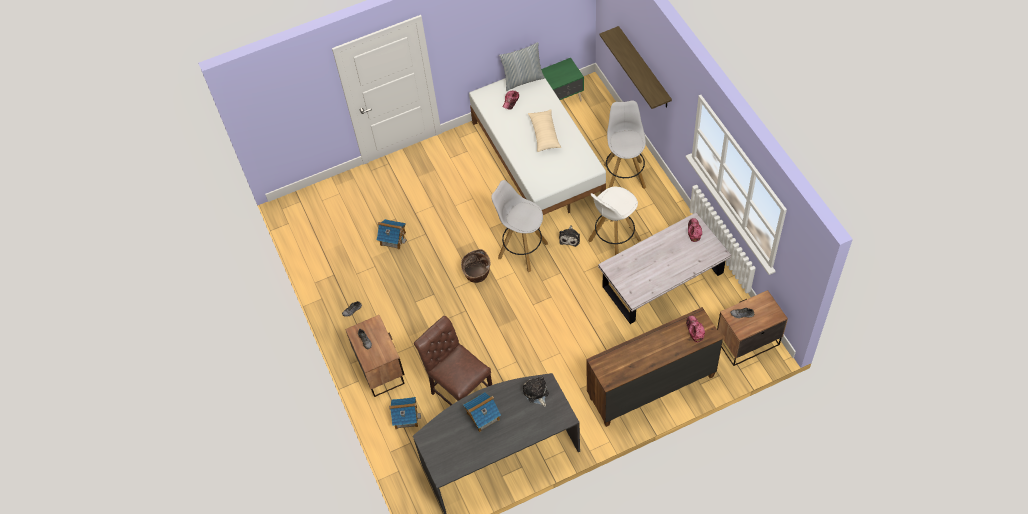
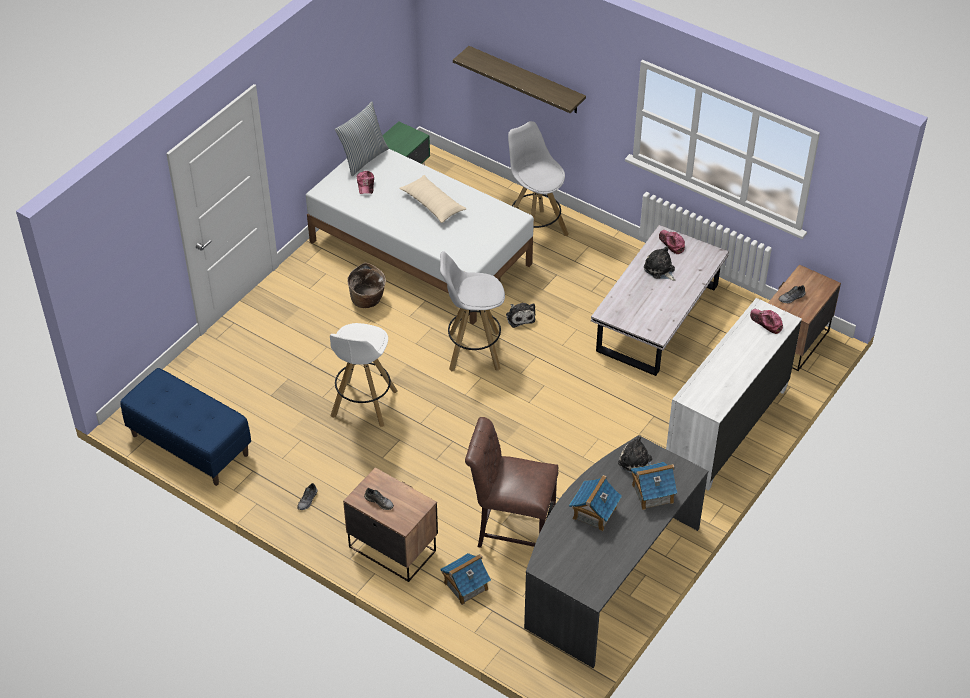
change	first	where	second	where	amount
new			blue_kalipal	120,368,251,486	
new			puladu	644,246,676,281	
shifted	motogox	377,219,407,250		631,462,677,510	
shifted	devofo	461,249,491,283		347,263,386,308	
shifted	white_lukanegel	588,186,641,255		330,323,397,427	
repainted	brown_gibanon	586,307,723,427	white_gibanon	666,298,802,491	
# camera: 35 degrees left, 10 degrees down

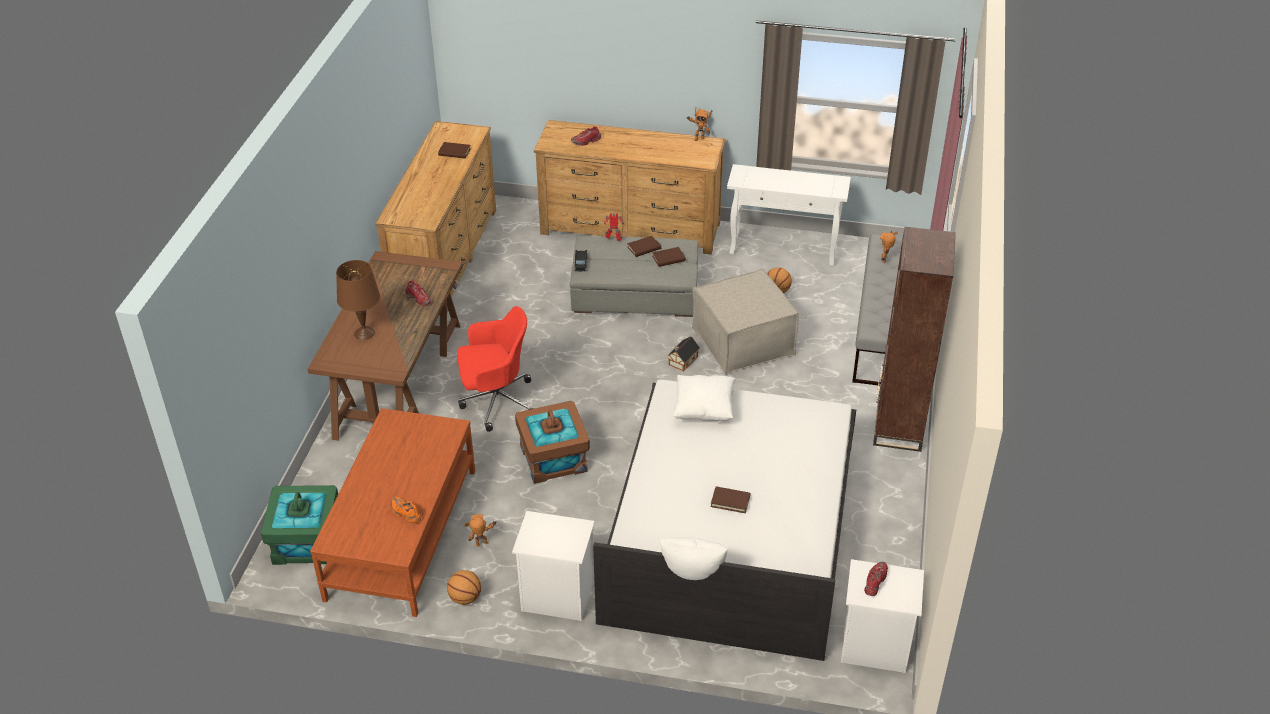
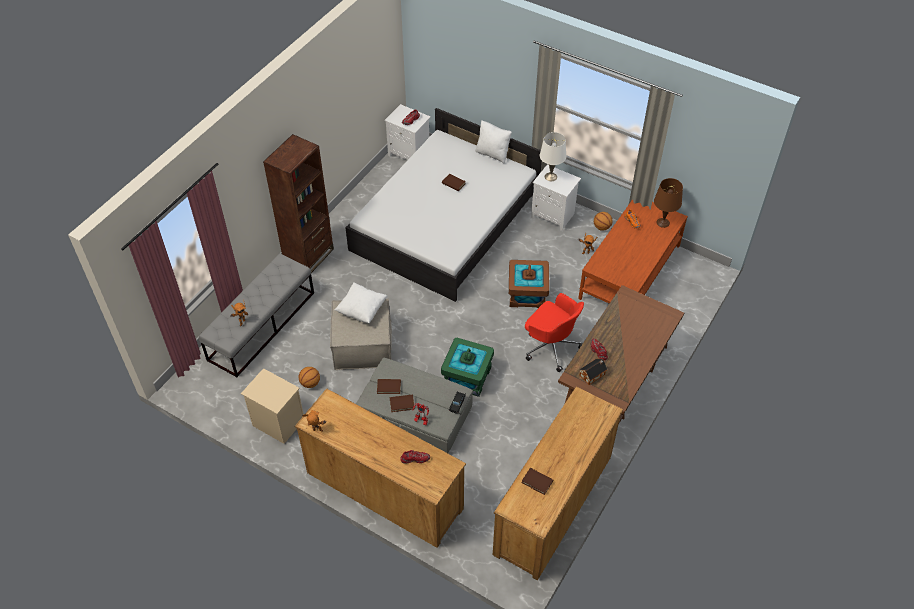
change	first	where	second	where	amount
new			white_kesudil	540,132,567,181	
shifted	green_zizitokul	261,485,338,565		441,337,494,397	
shifted	brown_kesudil	336,260,380,340		654,178,683,228	
shifted	motogox	667,336,700,371		579,358,608,385	
shifted	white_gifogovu	673,375,736,421		334,283,387,323	
swapped	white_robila	727,164,851,267	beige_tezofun	241,368,304,444	
rotated	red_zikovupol	457,306,534,432		525,293,584,372	150 degrees counterclockwise
# camera: 160 degrees left, 10 degrees up

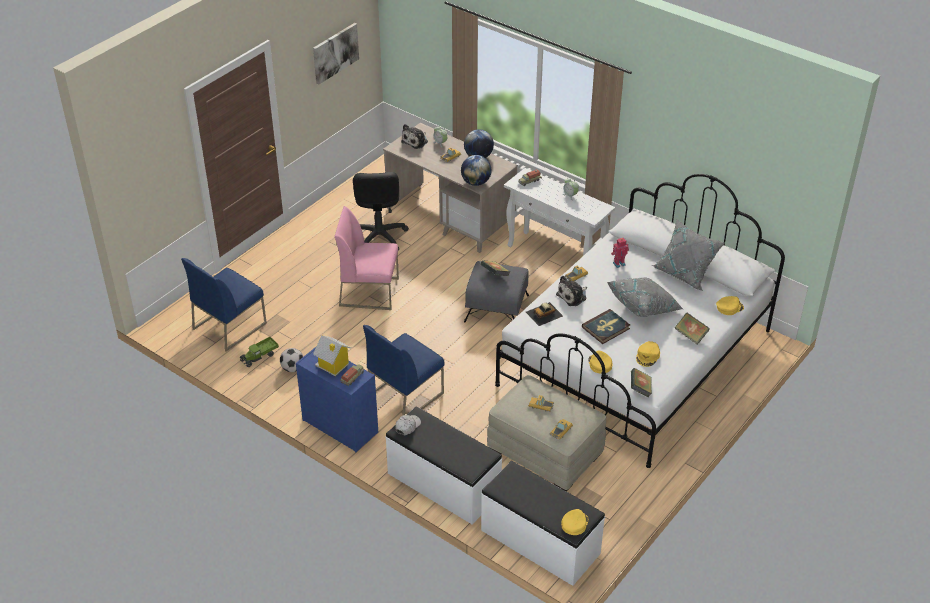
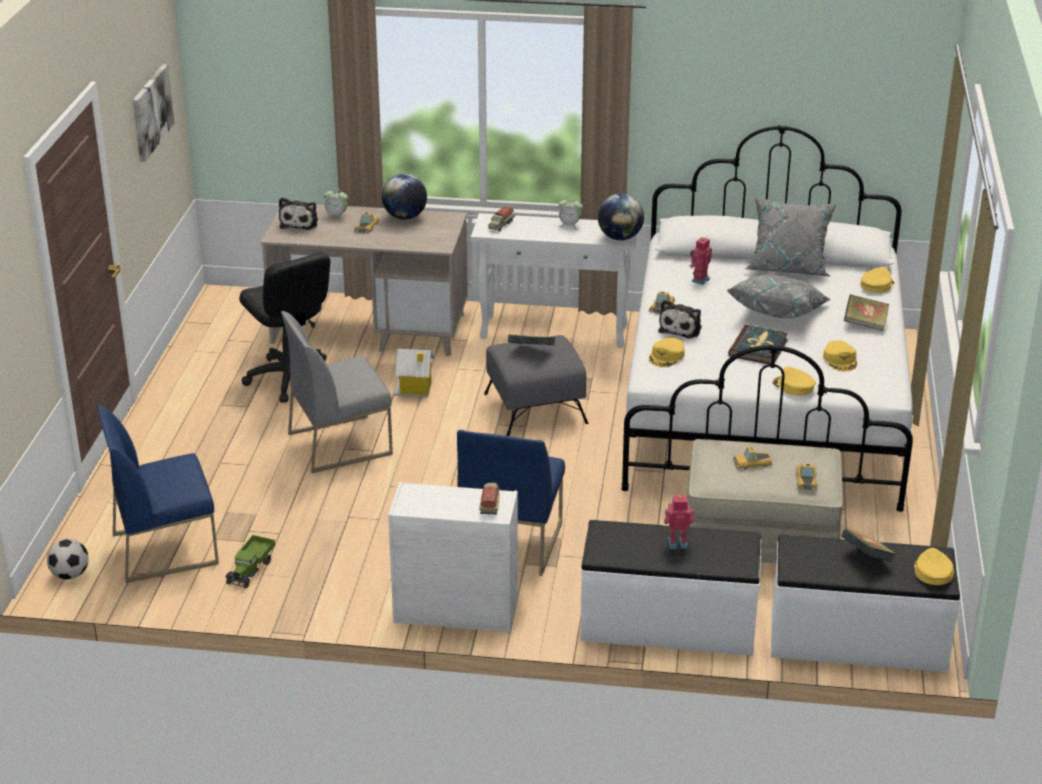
change	first	where	second	where	amount
gone	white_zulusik	396,415,421,435			
new			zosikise	664,495,694,549	
shifted	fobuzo	280,348,304,372		47,539,89,579	
shifted	motogox	313,335,352,376		394,349,434,398	
shifted	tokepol	461,155,492,186		598,194,644,240	
shifted	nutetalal	631,368,652,398		841,529,897,562	
swapped	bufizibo	526,302,563,326	yellow_zulusik	649,338,685,368	
repainted	blue_gibanon	296,347,378,452	white_gibanon	388,482,518,633	
repainted	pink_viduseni	335,206,399,310	grey_viduseni	281,311,393,473	
rotated	blue_viduseni	181,258,267,352		97,405,219,583	60 degrees clockwise
# camera: 30 degrees left, 10 degrees down

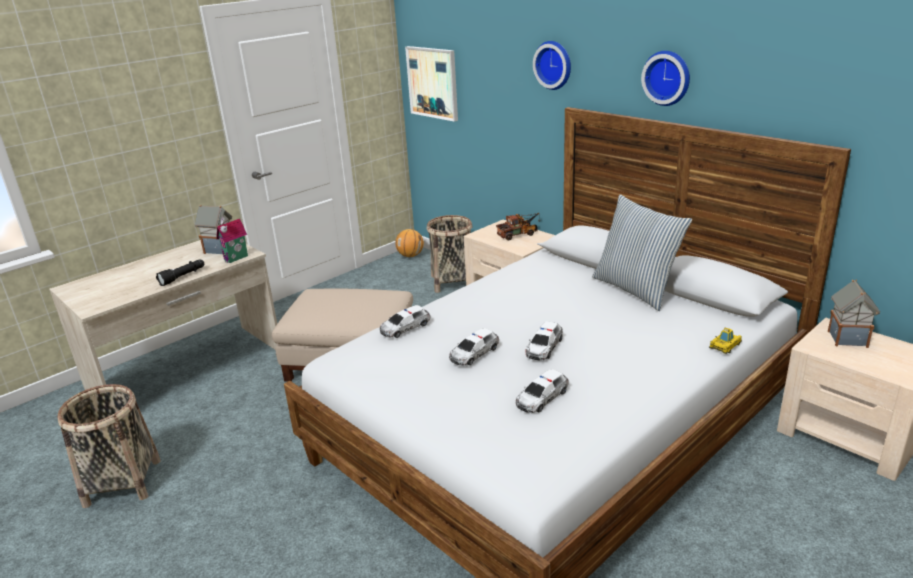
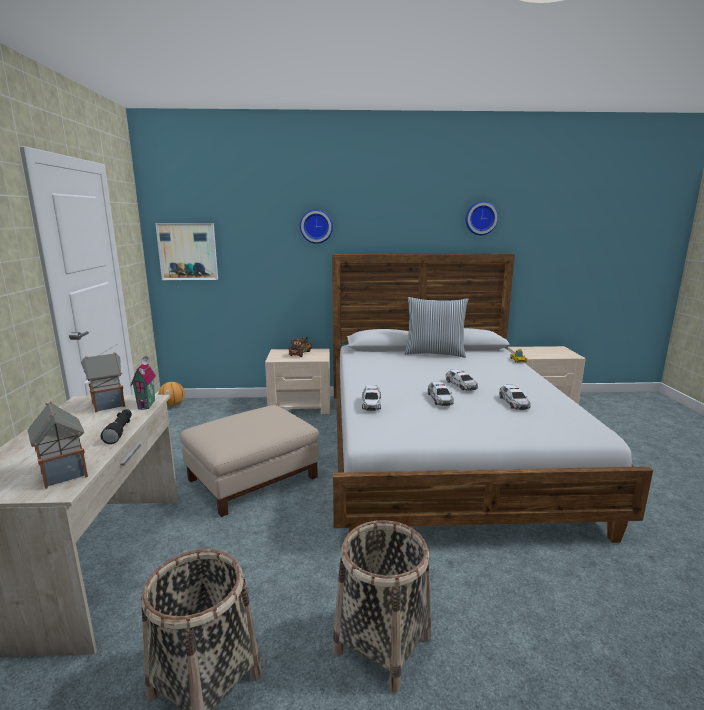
change	first	where	second	where	amount
shifted	devofo	427,215,472,293		333,520,431,693	
shifted	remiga	641,51,690,106		466,201,498,235	
shifted	motogox	828,280,880,348		28,402,88,489	
# camera: 50 degrees left, 10 degrees down

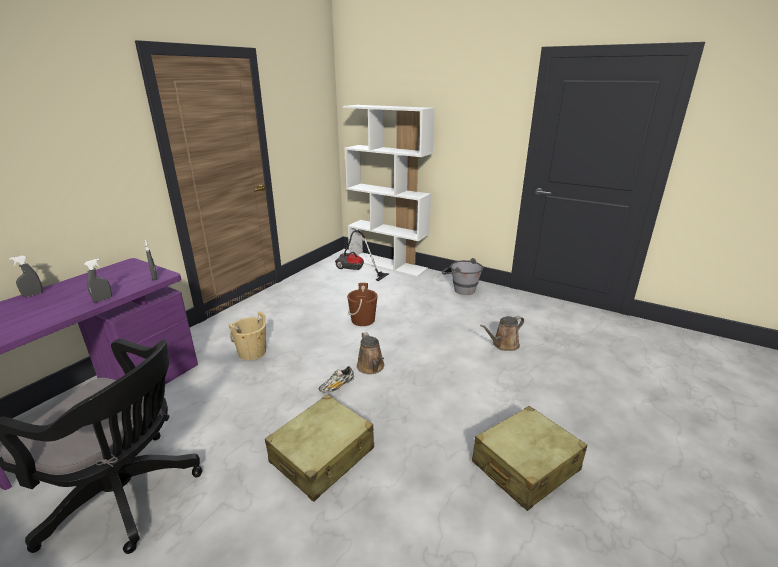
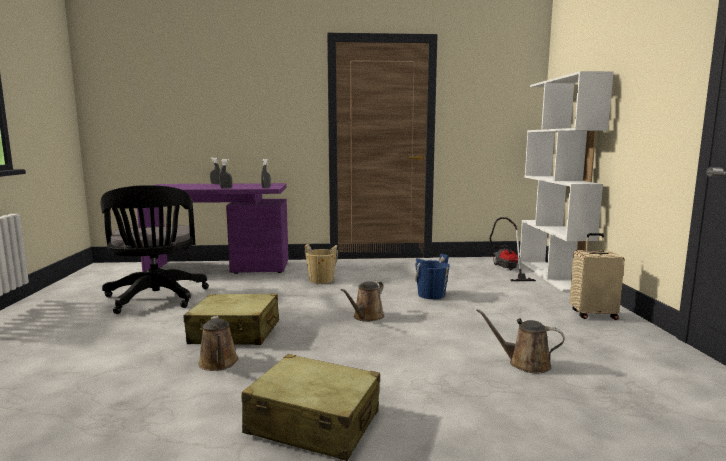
change	first	where	second	where	amount
gone	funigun	319,366,354,392			
new			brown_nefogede	198,316,238,371	
swapped	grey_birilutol	442,258,483,295	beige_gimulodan	569,233,625,320	
repainted	brown_birilutol	347,283,378,326	blue_birilutol	415,254,450,299	
# camera: 55 degrees right, 15 degrees down

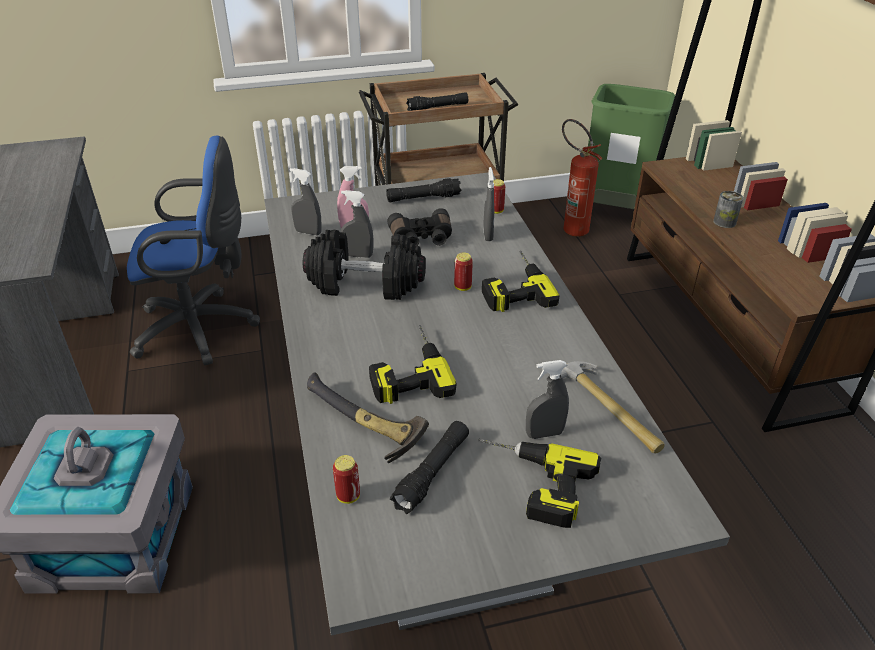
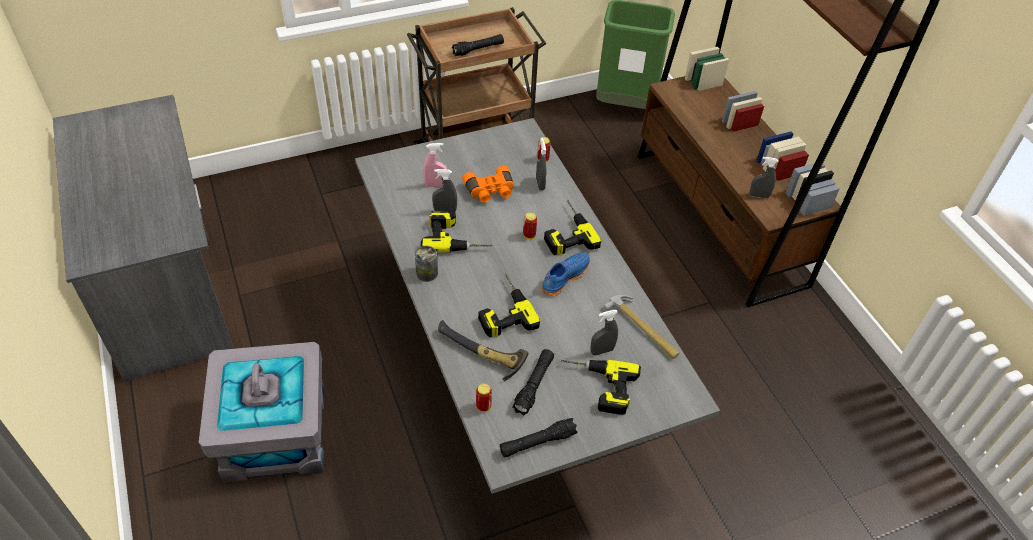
change	first	where	second	where	amount
gone	blue_zikovupol	127,136,260,365			
gone	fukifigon	562,119,603,237			
new			blue_funigun	542,252,590,296	
shifted	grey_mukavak	290,168,322,235		750,157,778,198	
shifted	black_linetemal	386,178,461,202		500,418,578,458	
shifted	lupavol	713,191,743,228		415,246,438,282	
swapped	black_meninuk	303,230,426,300	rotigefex	420,211,492,252	
repainted	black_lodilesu	387,208,452,246	orange_lodilesu	462,165,514,203	
# camera: 10 degrees left, 10 degrees up

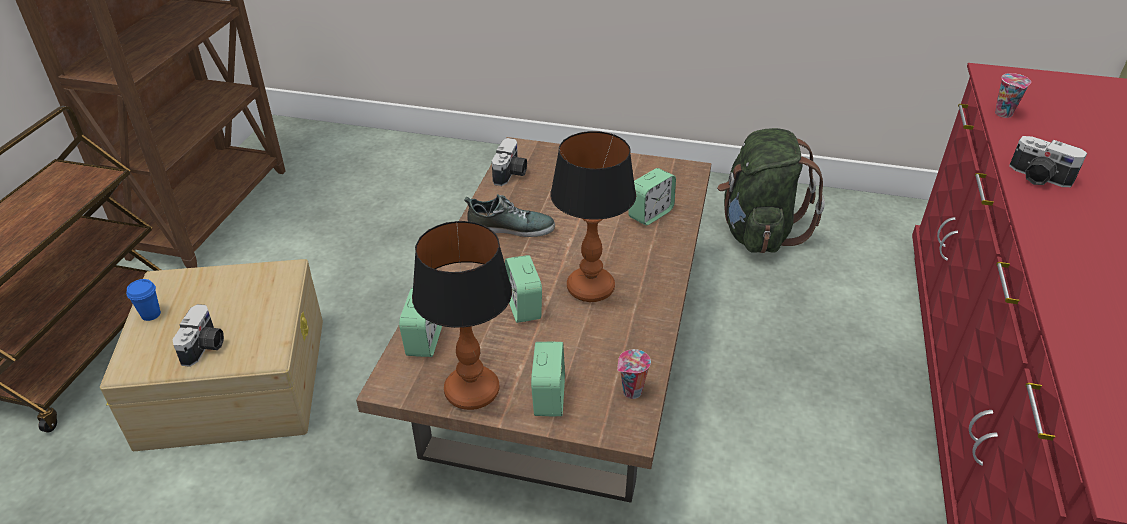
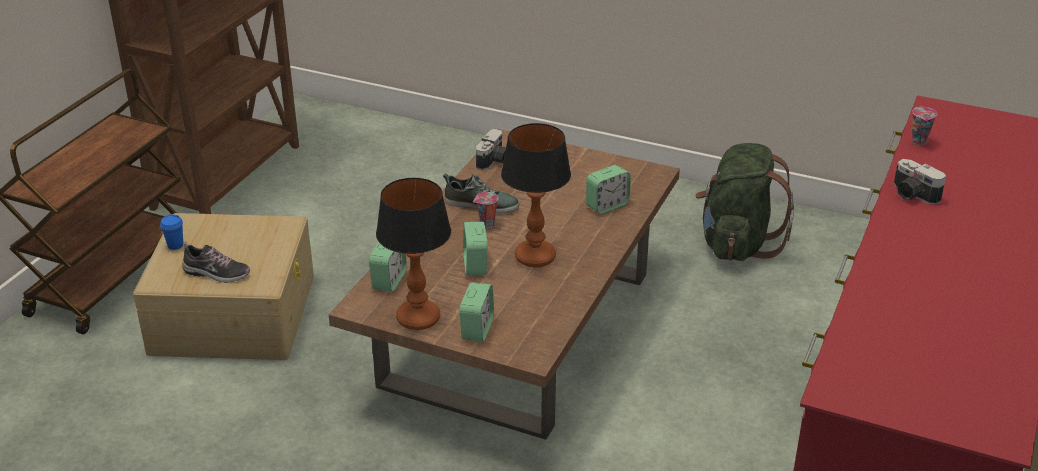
change	first	where	second	where	amount
shifted	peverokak	617,349,651,399		473,192,498,228	
swapped	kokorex	172,304,224,367	funigun	182,243,250,283	
# camera: 10 degrees right, 5 degrees down

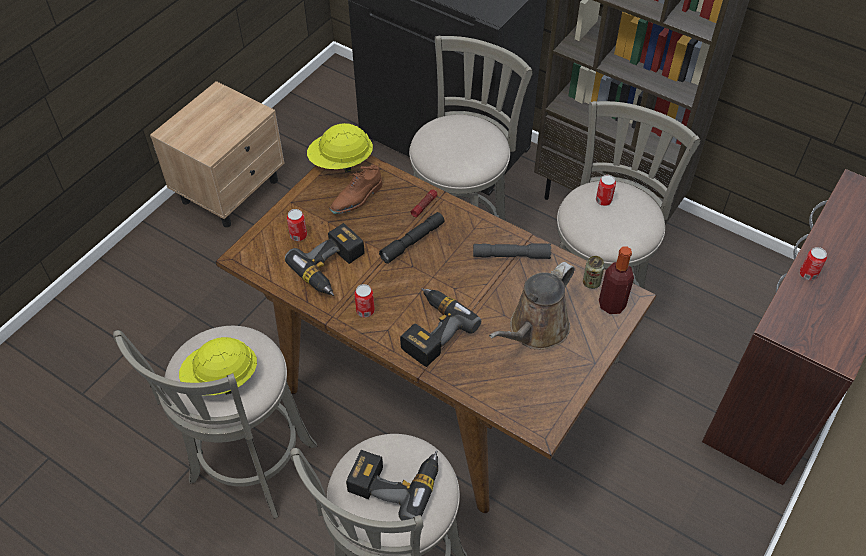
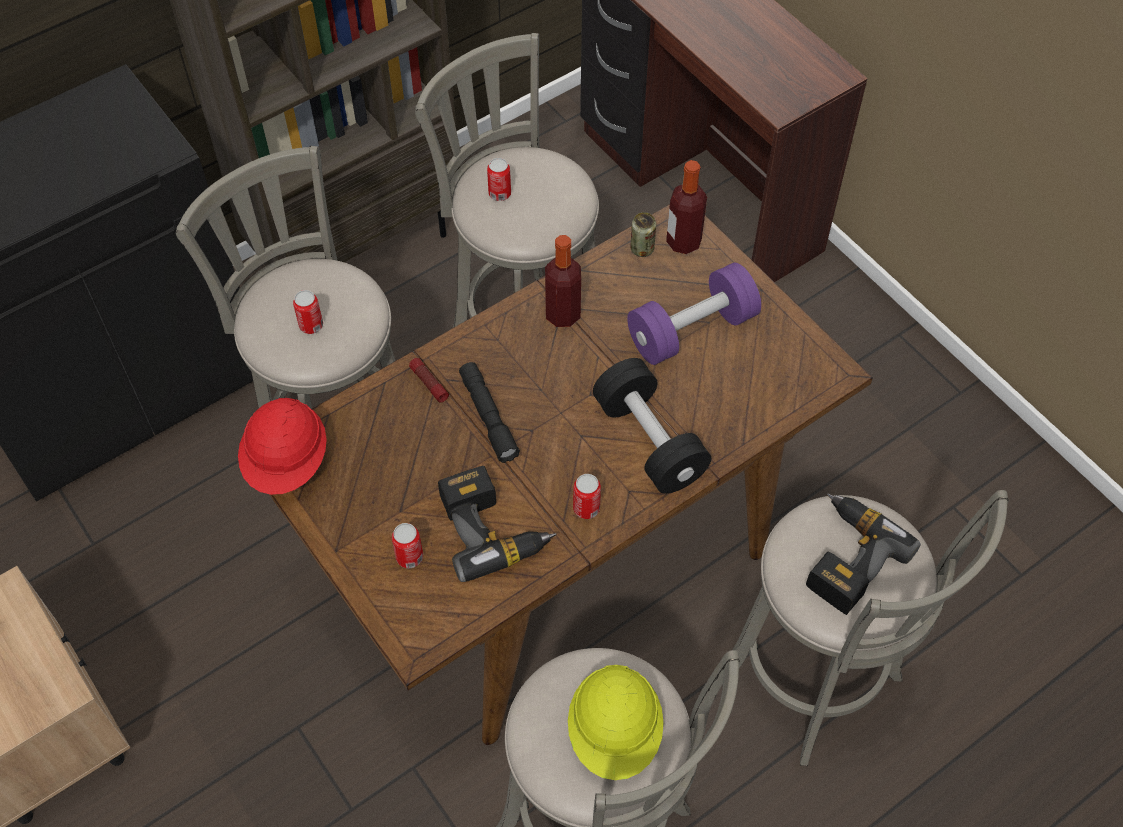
change	first	where	second	where	amount
gone	brown_funigun	330,164,382,214			
shifted	lupavol	799,247,827,280		293,290,323,334	
swapped	rotigefex	400,288,481,367	black_meninuk	593,358,711,494	
swapped	grey_linetemal	473,243,551,259	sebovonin	545,235,581,327	
swapped	brown_nefogede	489,262,575,350	purple_meninuk	627,263,761,365	
repainted	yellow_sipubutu	307,123,373,172	red_sipubutu	238,398,327,495	
# camera: 70 degrees left, 5 degrees up

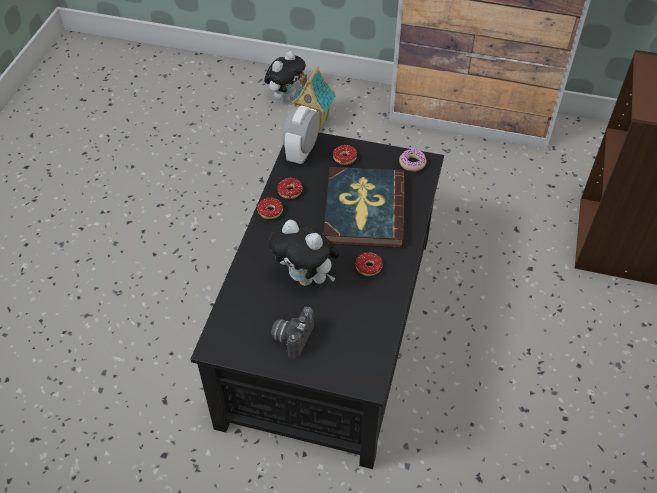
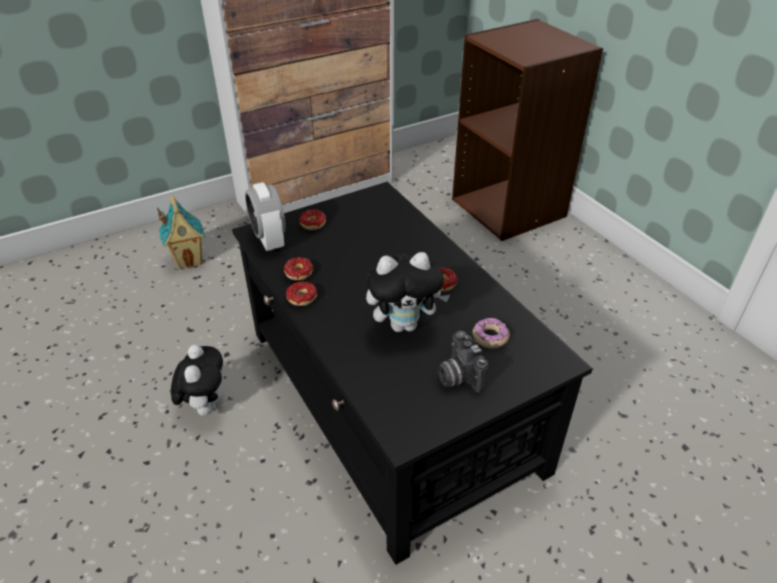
change	first	where	second	where	amount
gone	nutetalal	323,167,405,248			
shifted	puladu	264,51,306,101		171,345,223,416	
shifted	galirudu	399,149,426,172		472,318,510,348	
# camera: 45 degrees left, 10 degrees down

